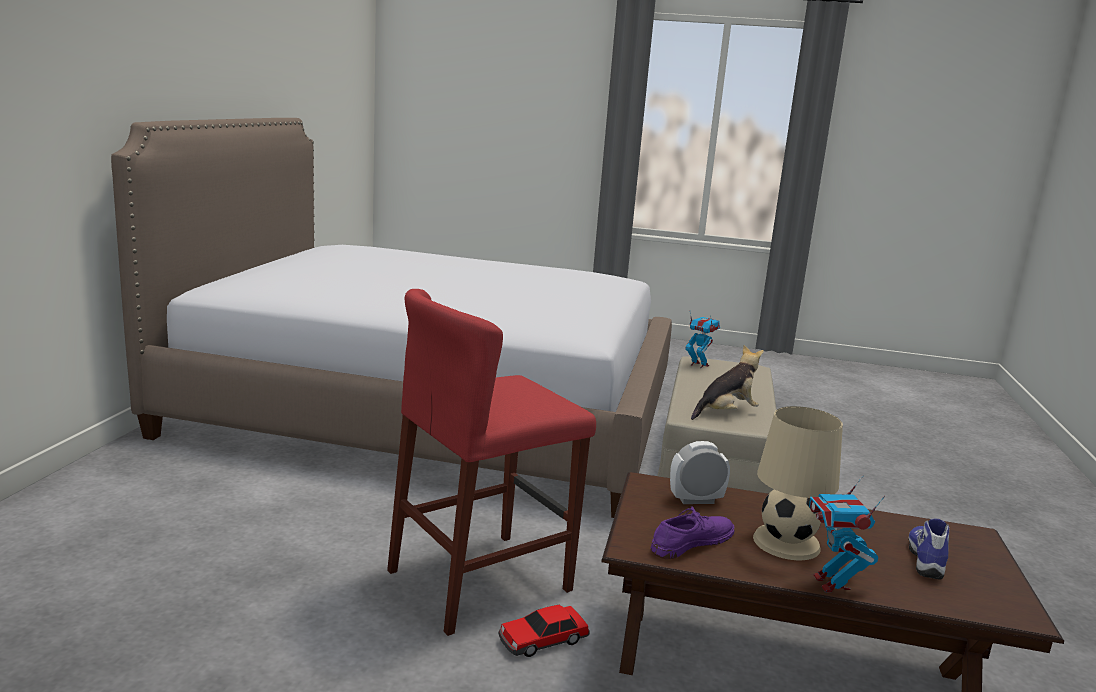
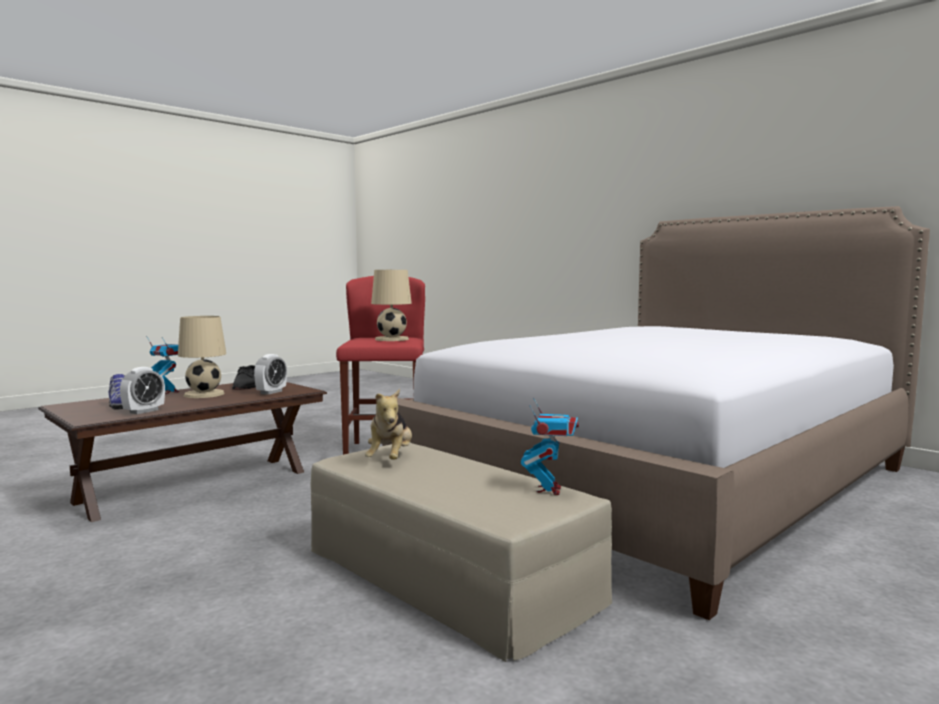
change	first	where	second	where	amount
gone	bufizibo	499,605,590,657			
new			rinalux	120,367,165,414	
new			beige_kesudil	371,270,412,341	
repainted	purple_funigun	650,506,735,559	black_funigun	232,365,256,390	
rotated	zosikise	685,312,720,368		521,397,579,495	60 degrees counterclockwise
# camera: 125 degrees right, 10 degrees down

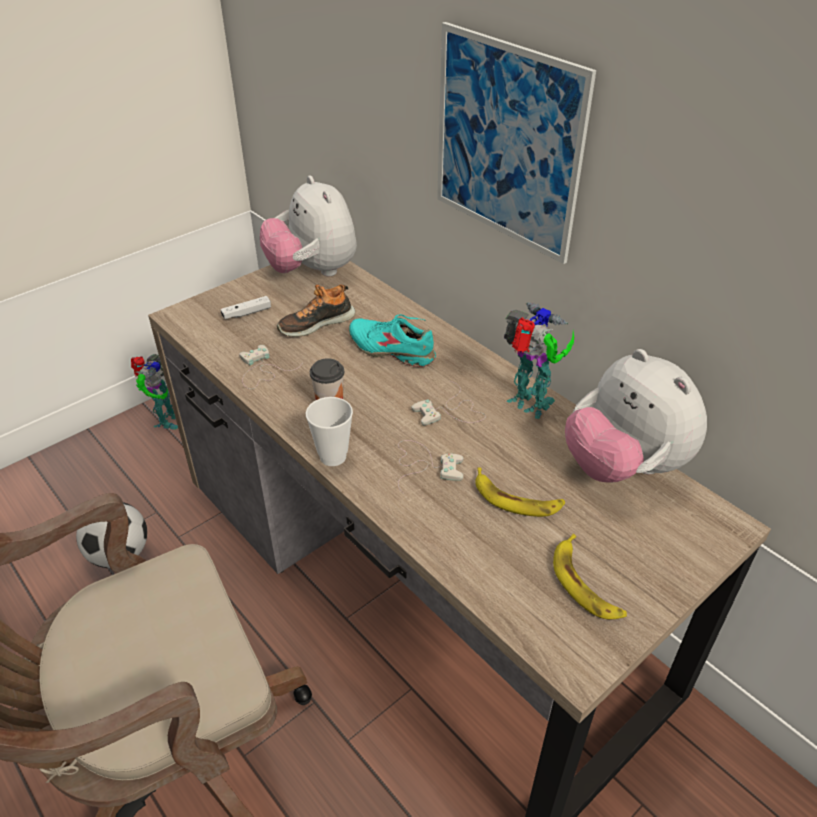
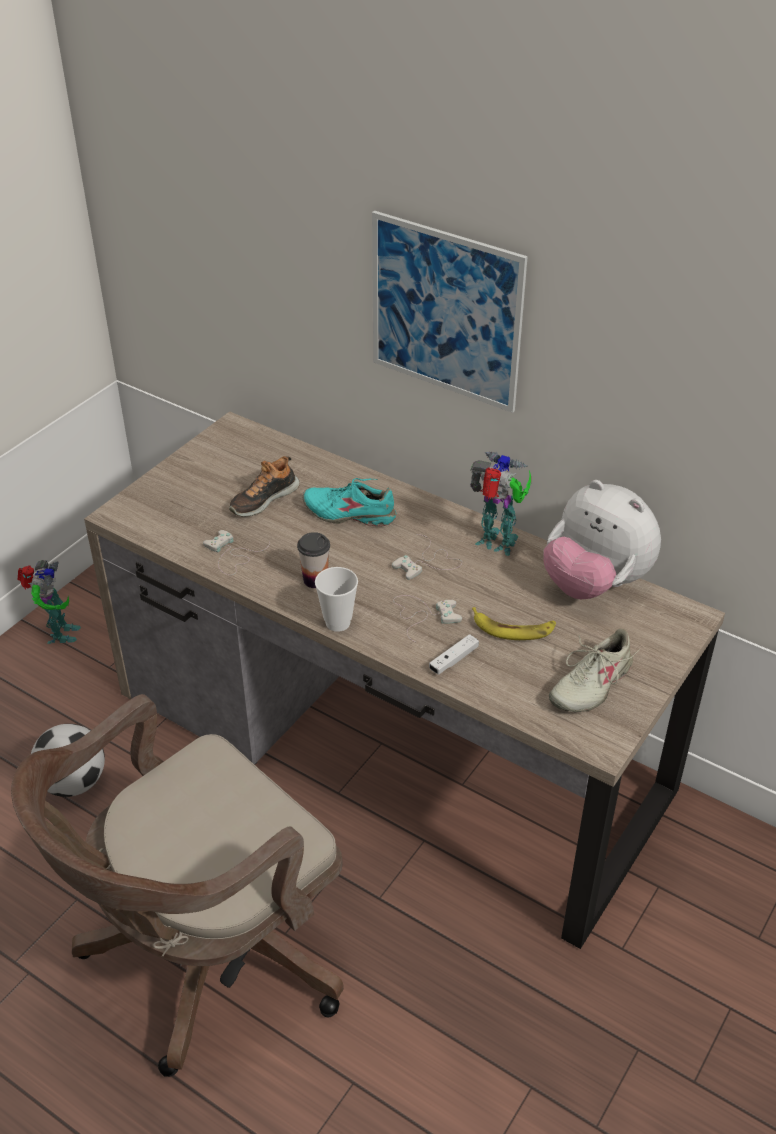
change	first	where	second	where	amount
gone	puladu	260,175,357,276			
shifted	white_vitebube	221,296,271,319		429,634,479,674	
swapped	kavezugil	553,534,627,619	beige_funigun	549,629,640,712	
# camera: 15 degrees left, 0 degrees up

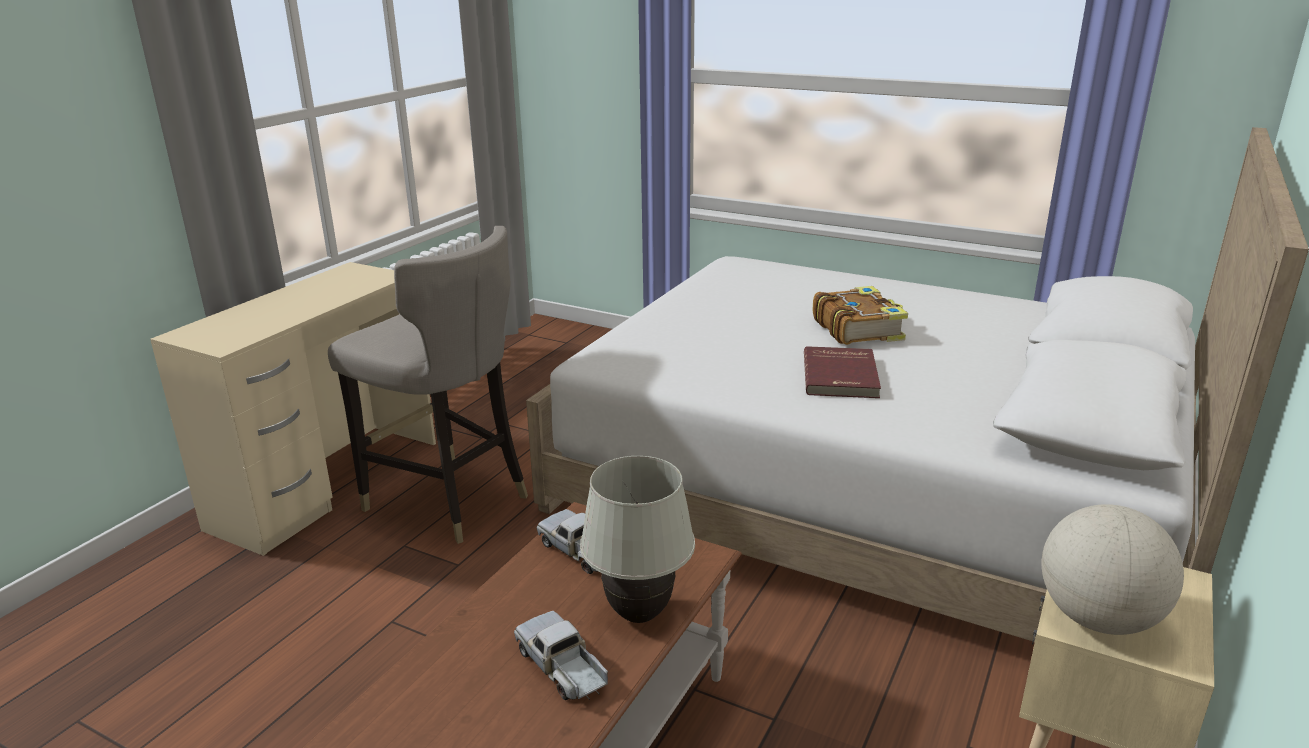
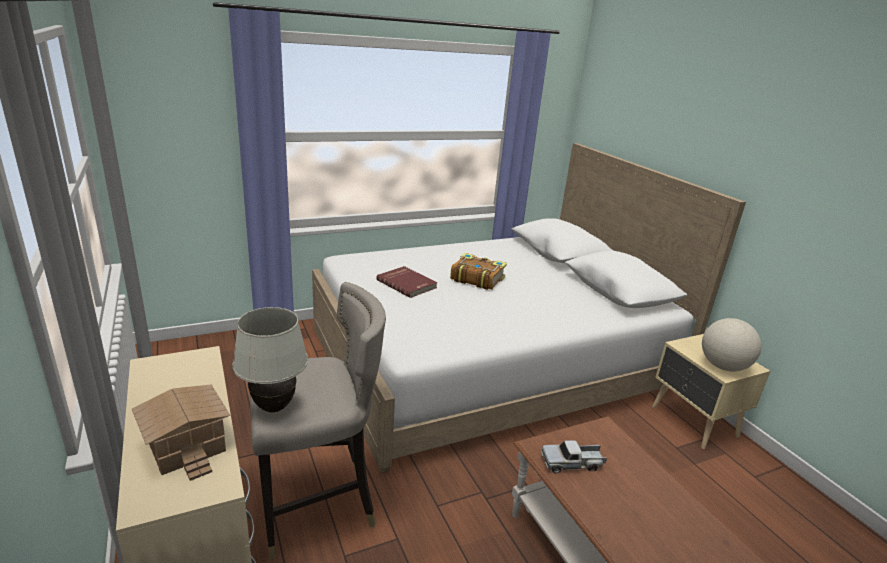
change	first	where	second	where	amount
gone	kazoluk	514,611,608,700			
new			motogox	132,385,230,481	
shifted	white_kesudil	580,456,695,623		233,307,308,412	
shifted	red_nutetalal	804,346,881,398		376,266,437,298	
# camera: 55 degrees left, 0 degrees up

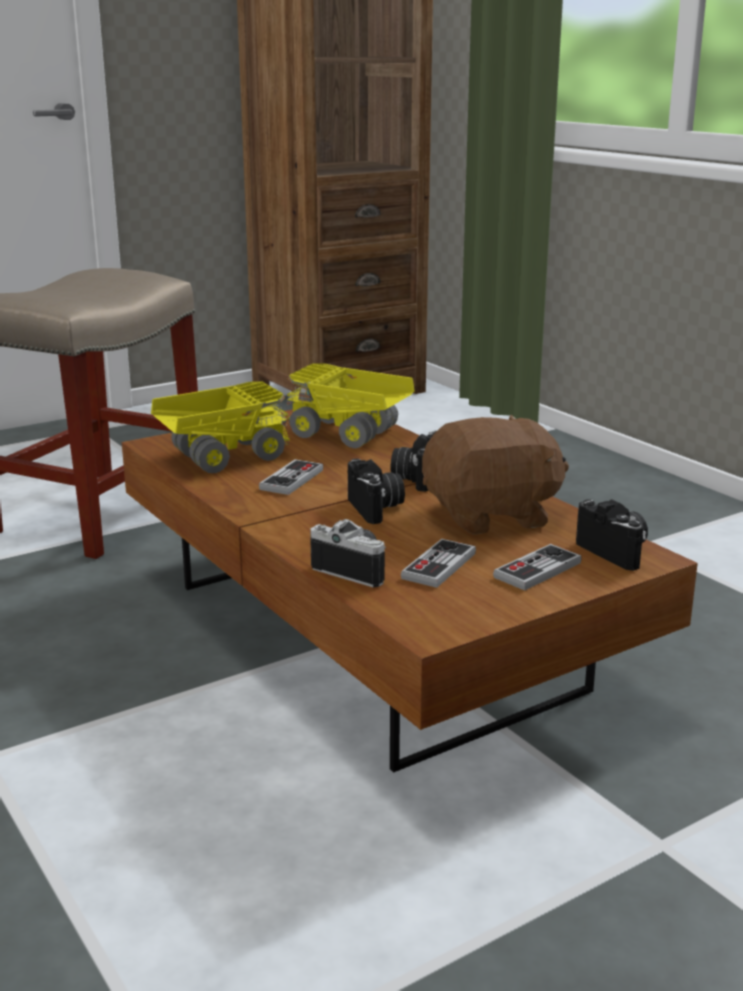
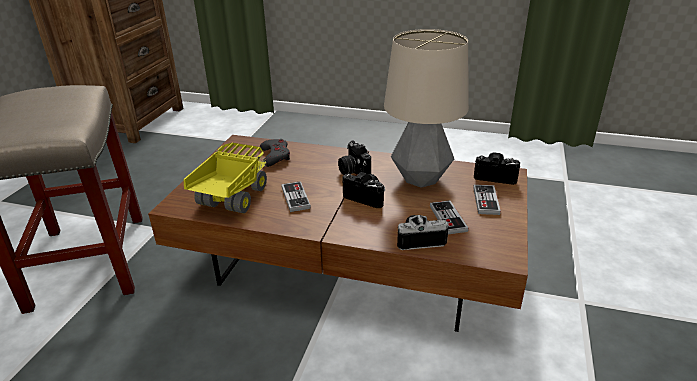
change	first	where	second	where	amount
swapped	kazoluk	286,363,415,448	grey_vitebube	260,139,290,167	
swapped	brown_puladu	422,415,569,535	kesudil	384,29,469,188	
# camera: 40 degrees left, 10 degrees up

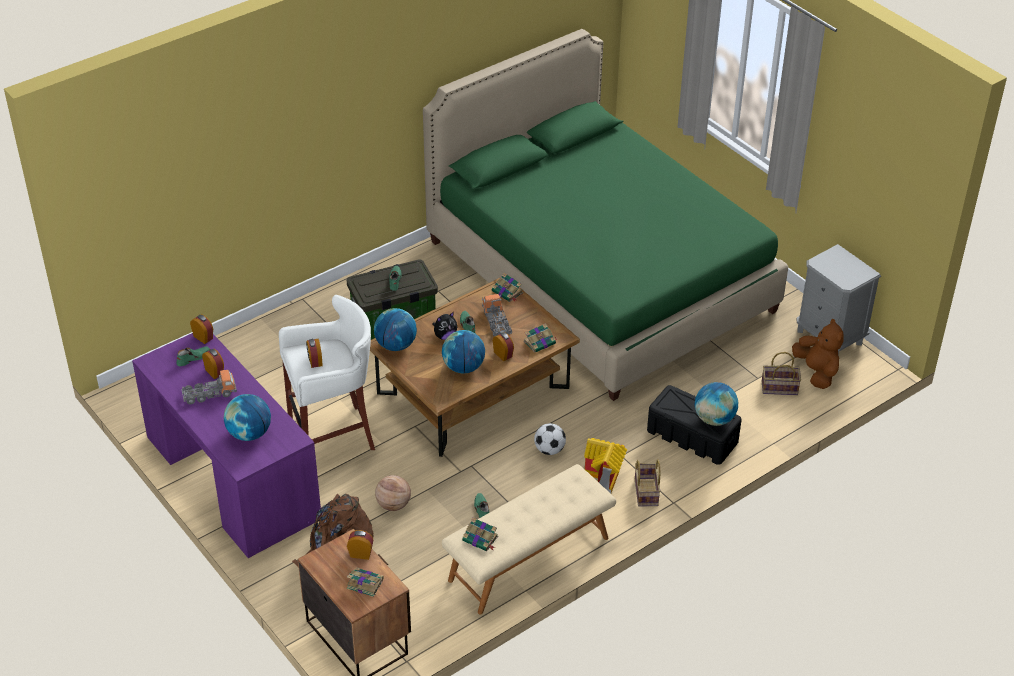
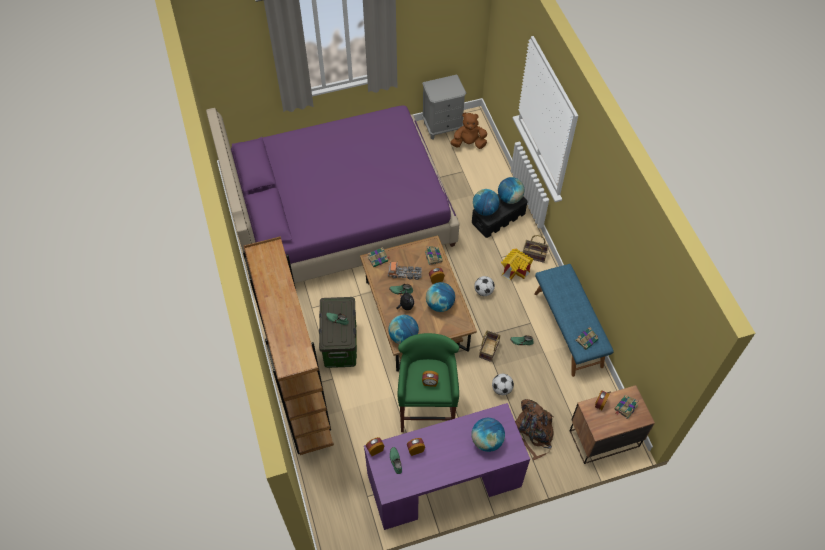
change	first	where	second	where	amount
gone	kazoluk	181,369,237,404			
new			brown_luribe	243,236,334,455	
new			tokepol	473,189,500,216	
shifted	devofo	762,352,801,395		479,331,501,362	
swapped	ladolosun	375,475,411,511	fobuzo	492,374,514,395	
repainted	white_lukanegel	279,295,375,450	green_lukanegel	397,333,459,432	
repainted	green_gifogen	423,29,788,401	purple_gifogen	206,105,460,283	
repainted	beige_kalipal	442,464,616,615	blue_kalipal	534,264,614,377	
# camera: 70 degrees left, 15 degrees up

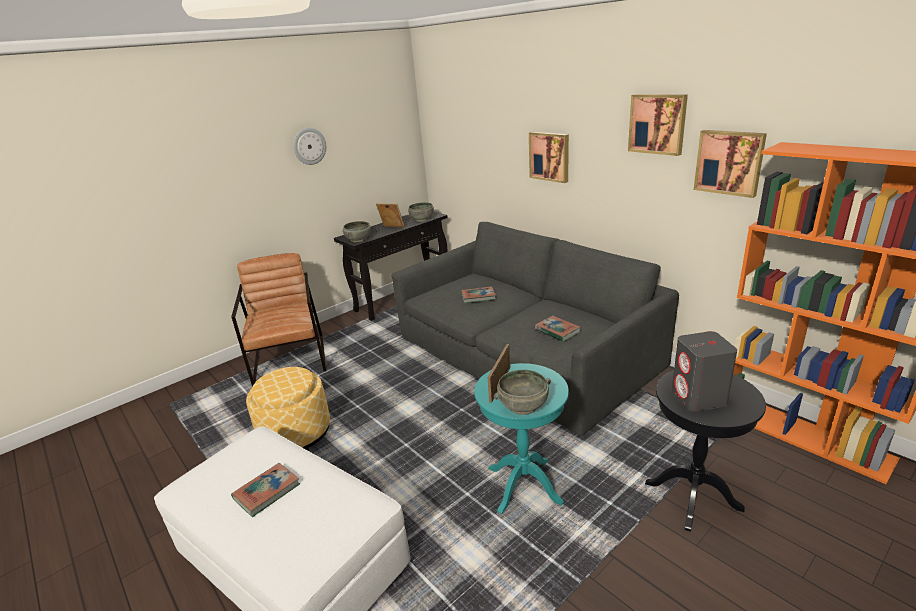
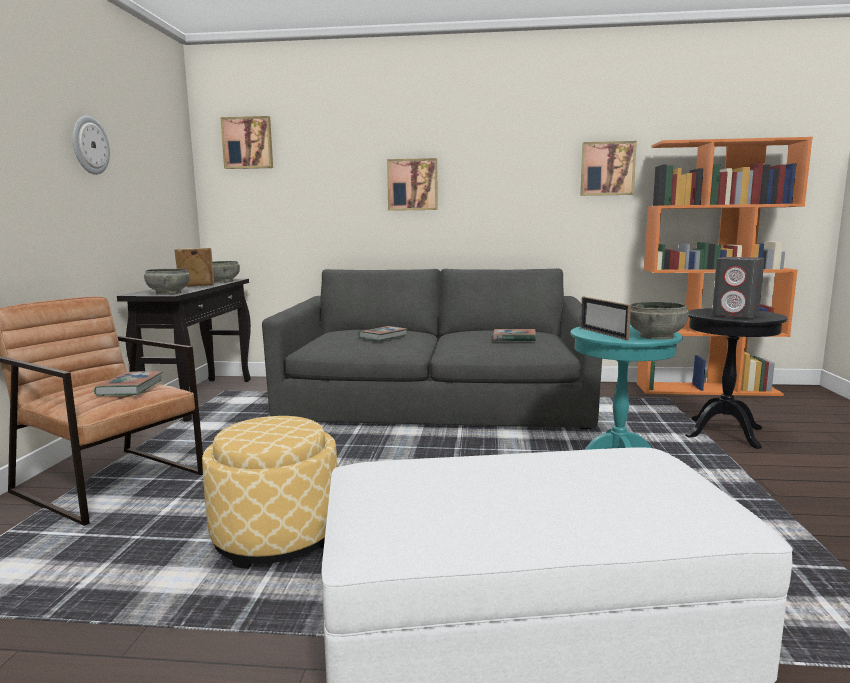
change	first	where	second	where	amount
shifted	nutetalal	231,463,300,517		94,371,162,396	
shifted	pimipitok	628,94,688,156		220,116,273,169	
# camera: 45 degrees left, 15 degrees down

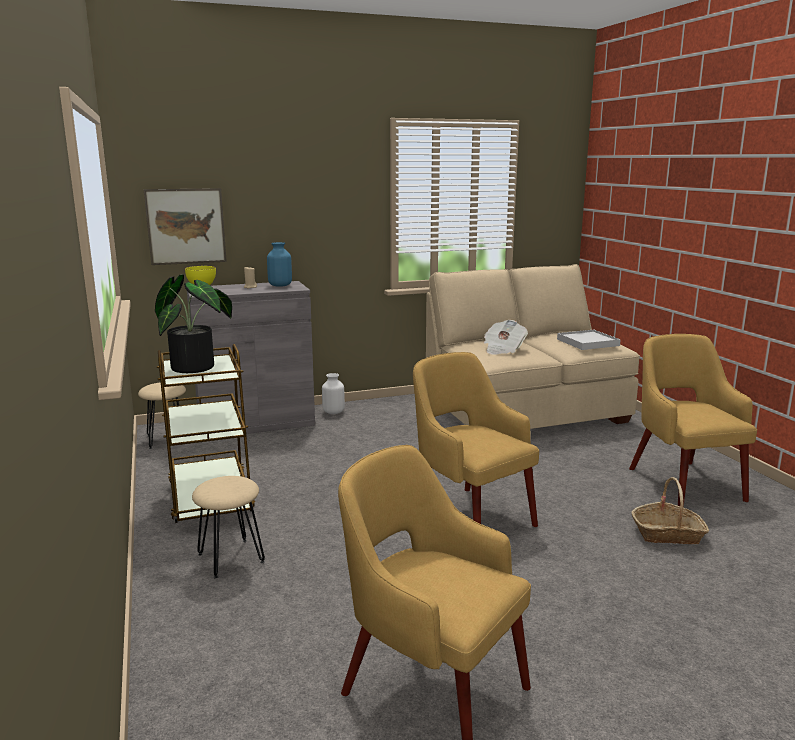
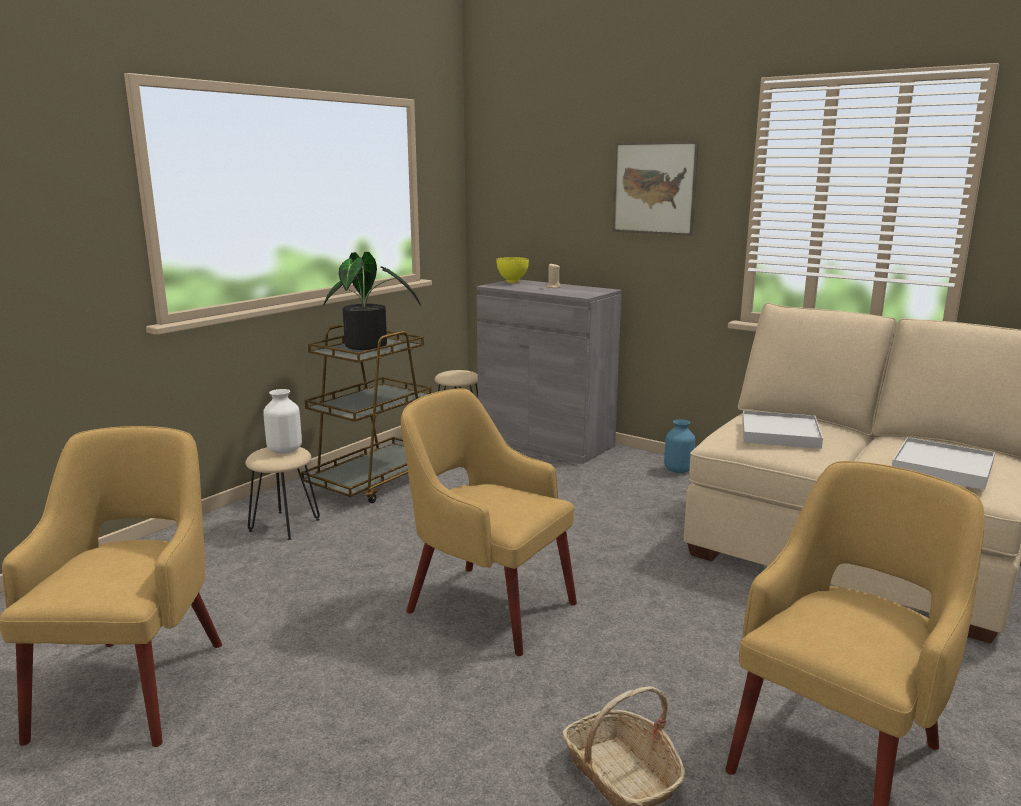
change	first	where	second	where	amount
shifted	pimipitok	144,188,227,265		612,141,699,236	
shifted	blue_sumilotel	267,242,292,287		664,419,695,473	
shifted	white_sumilotel	322,373,345,414		263,389,302,454	
swapped	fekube	484,320,528,355	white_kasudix	742,410,823,449	
rotated	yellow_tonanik	413,352,539,527		401,388,577,656	75 degrees counterclockwise
# camera: 55 degrees right, 0 degrees up

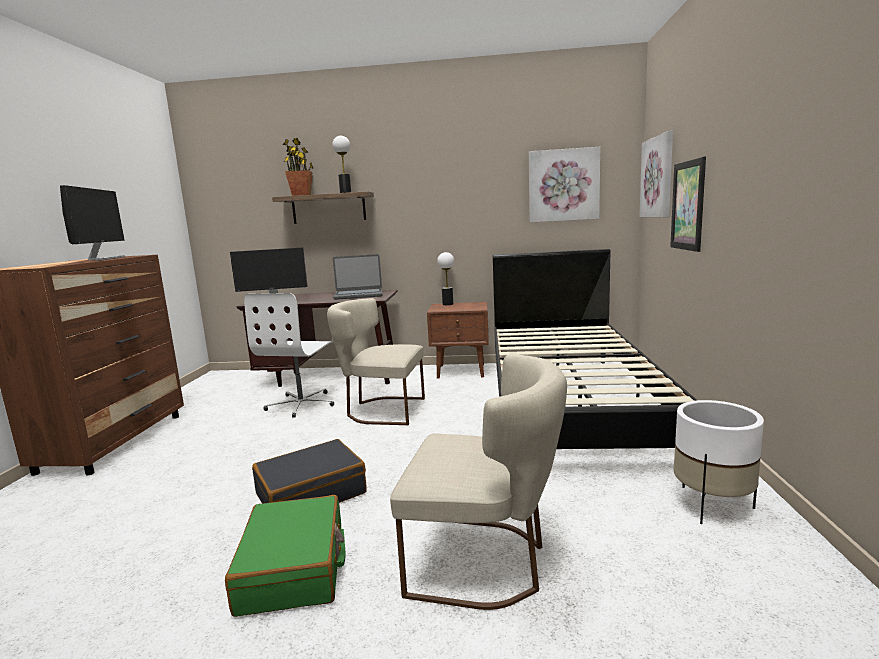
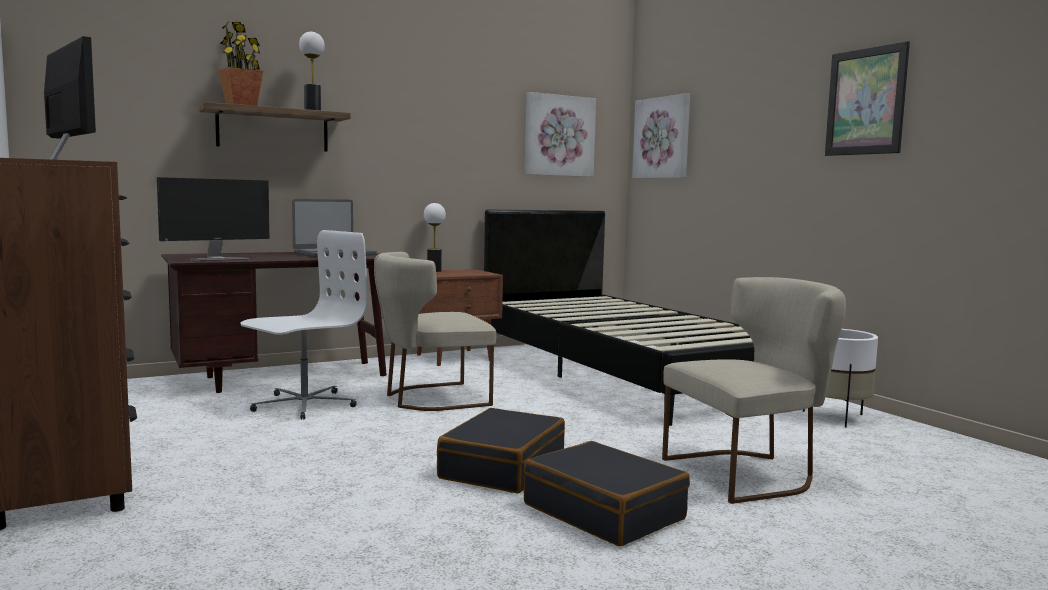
change	first	where	second	where	amount
shifted	pimipitok	670,157,706,252		825,41,910,156	
repainted	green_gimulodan	225,495,345,617	black_gimulodan	524,441,690,546	
rotated	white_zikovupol	244,293,334,418		240,230,368,419	120 degrees counterclockwise
# camera: 35 degrees left, 5 degrees down

